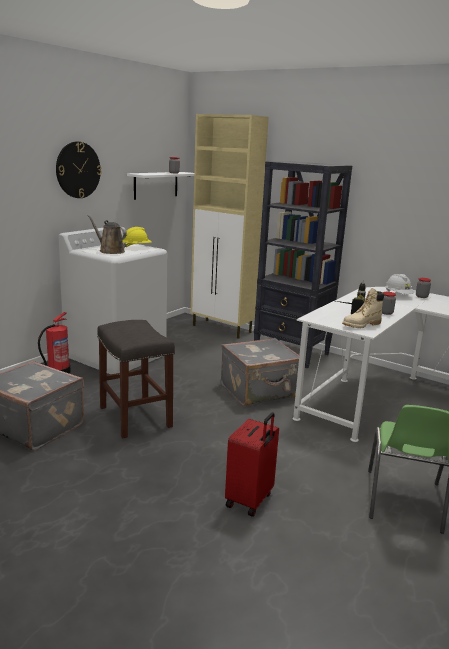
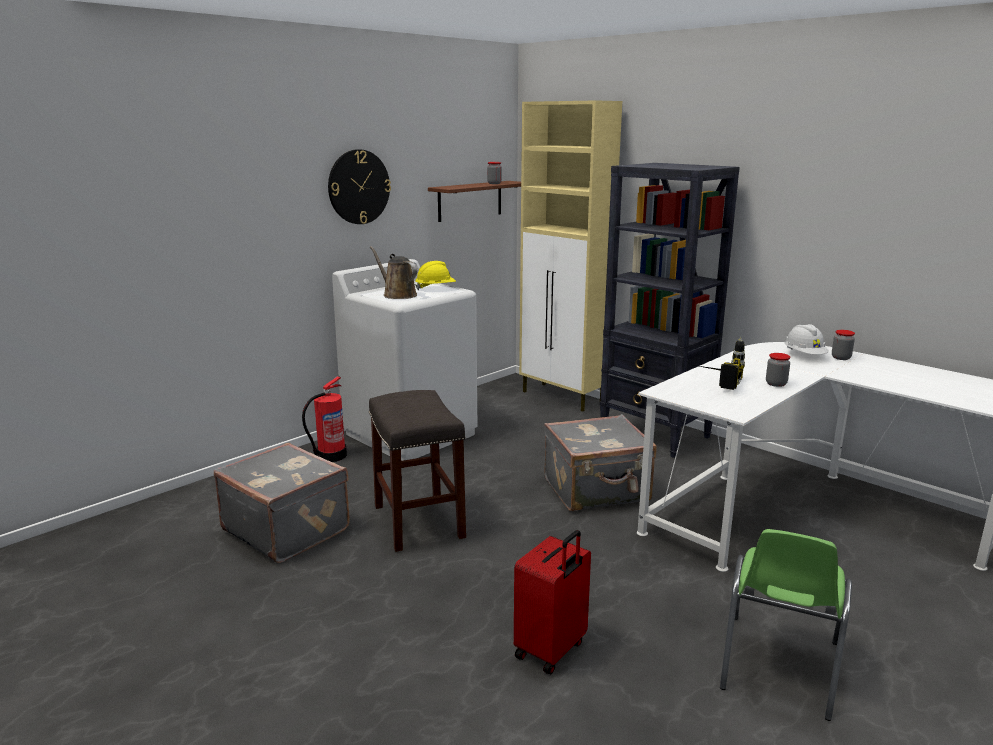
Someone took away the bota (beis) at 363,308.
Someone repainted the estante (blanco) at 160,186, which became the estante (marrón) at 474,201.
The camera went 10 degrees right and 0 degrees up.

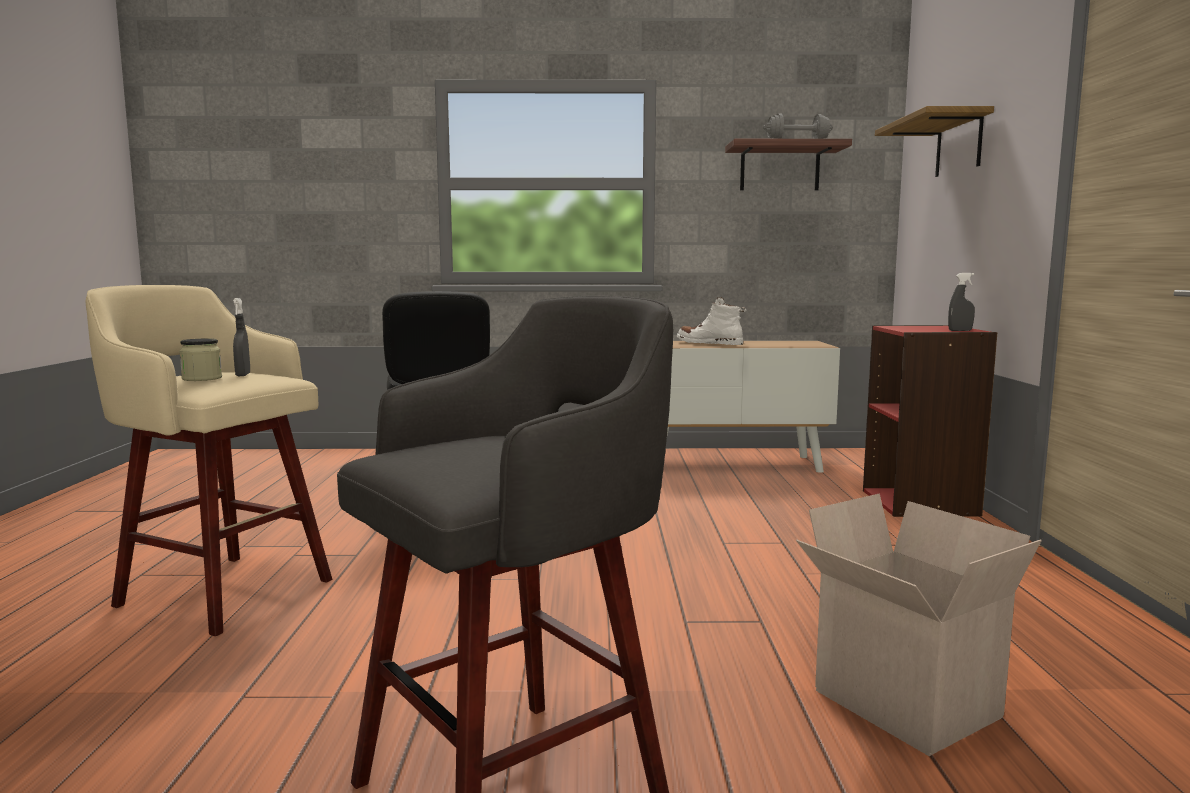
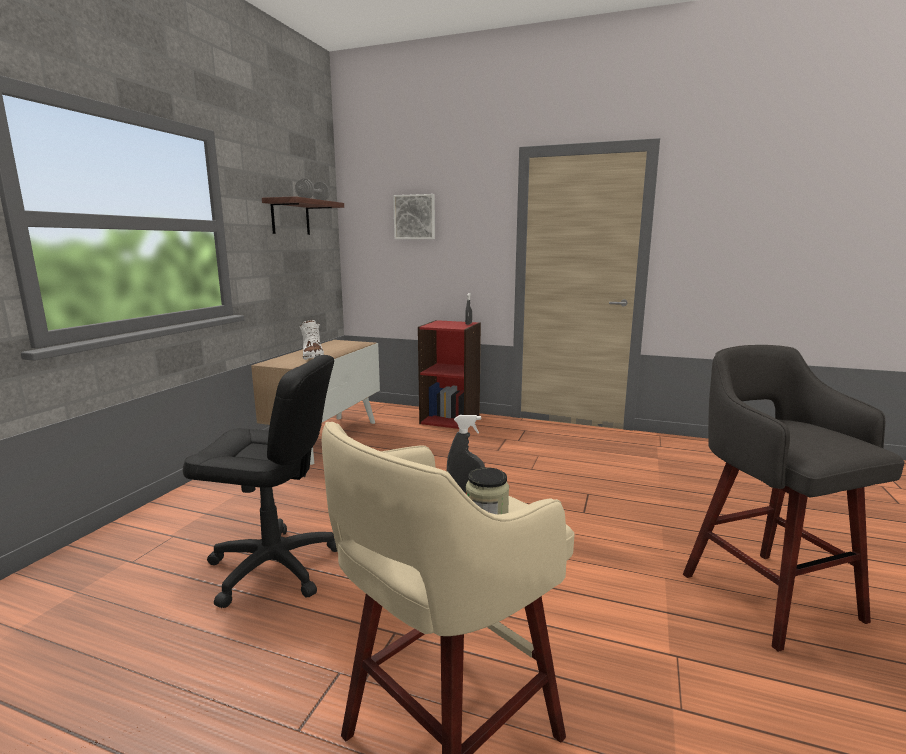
Someone took away the caja de cartón at 919,624.
Someone swapped the estante at 934,141 for the cuadro at 414,216.
Someone rotated the bota (blanco) at 712,321 by 75 degrees counterclockwise.
The camera went 70 degrees left and 5 degrees up.

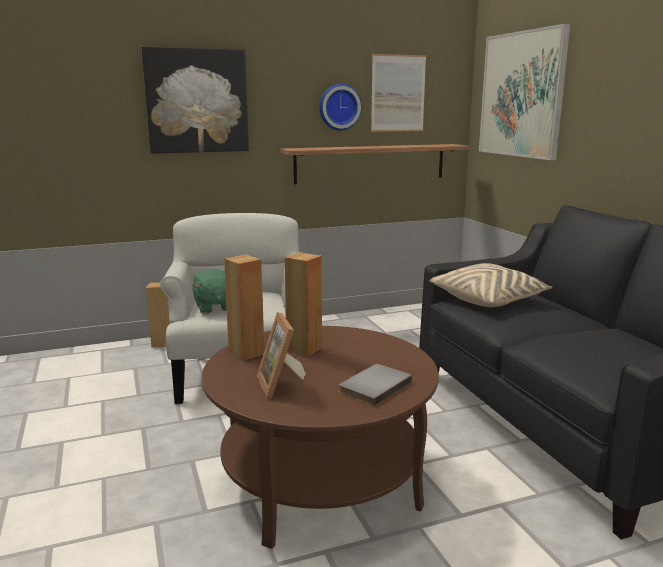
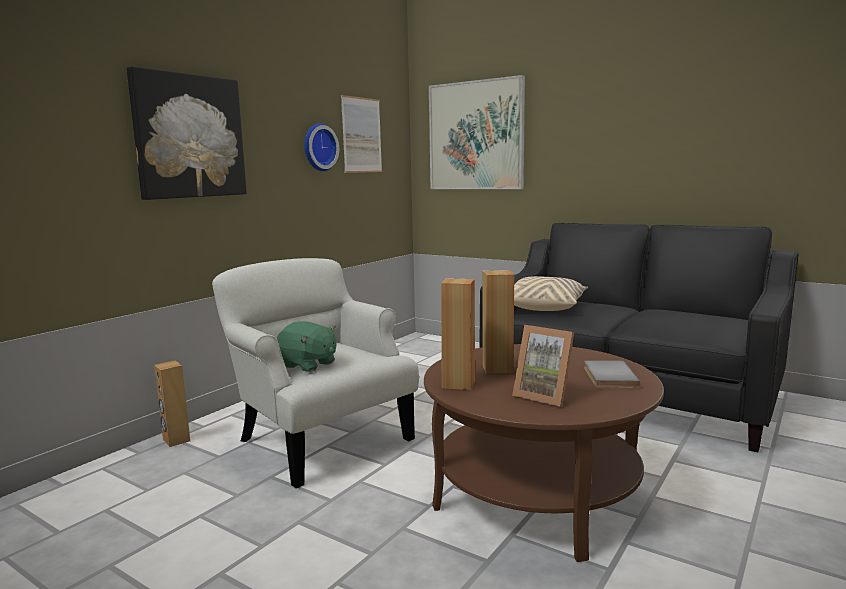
Someone took away the estante at 374,164.
The camera went 35 degrees left and 5 degrees down.

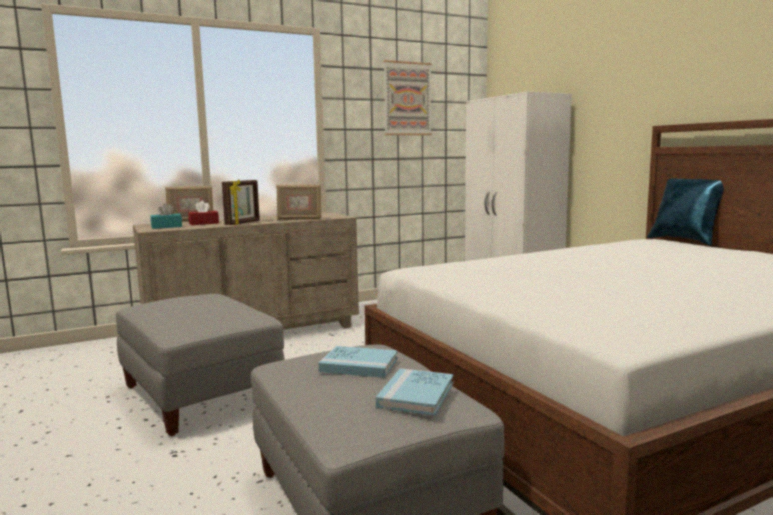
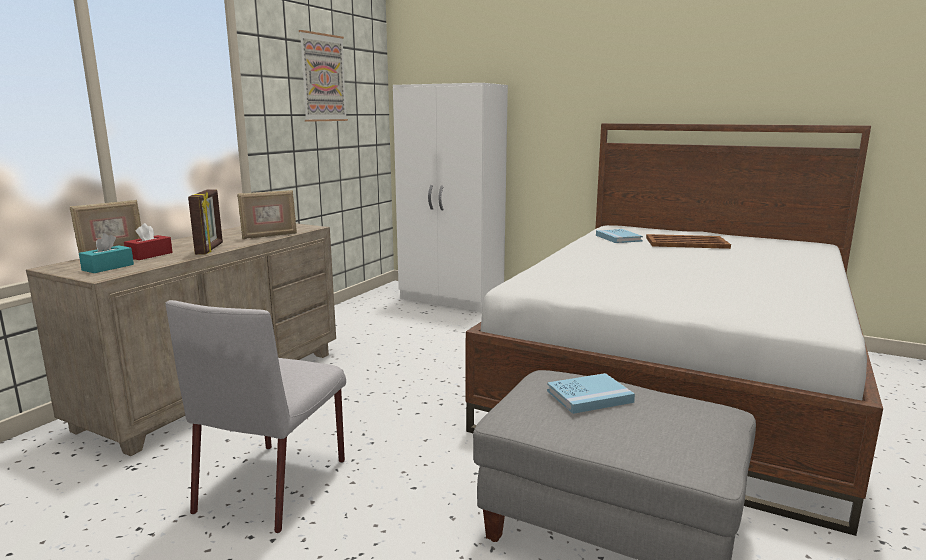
Someone took away the cojín (azul) at 685,212.
Someone put down the bandeja (marrón) at 688,241.
Someone carried the libro (azul) from 414,392 to 619,236.
Someone swapped the puf (gris) at 200,365 for the silla (gris) at 256,416.
The camera went 35 degrees left and 5 degrees up.

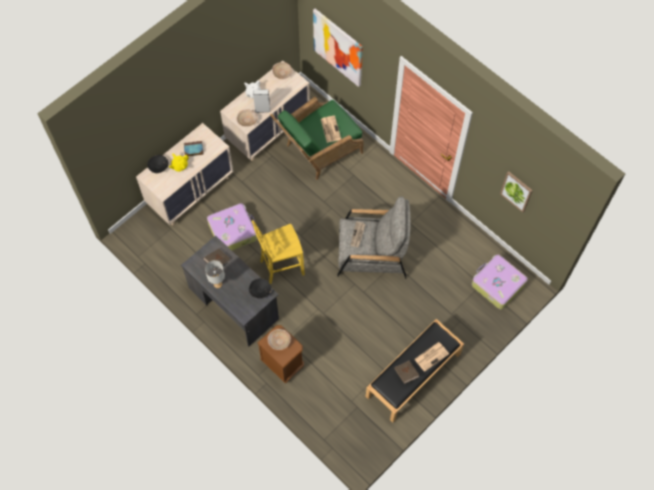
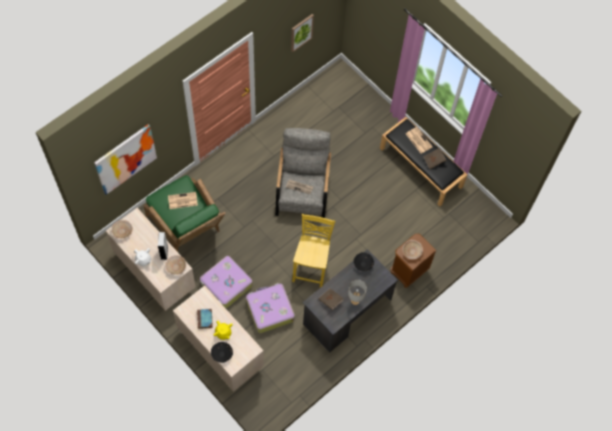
Someone carried the maleta from 500,282 to 226,282.
Someone rotated the silla (amarillo) at 278,252 by 150 degrees counterclockwise.
The camera went 90 degrees left and 0 degrees up.

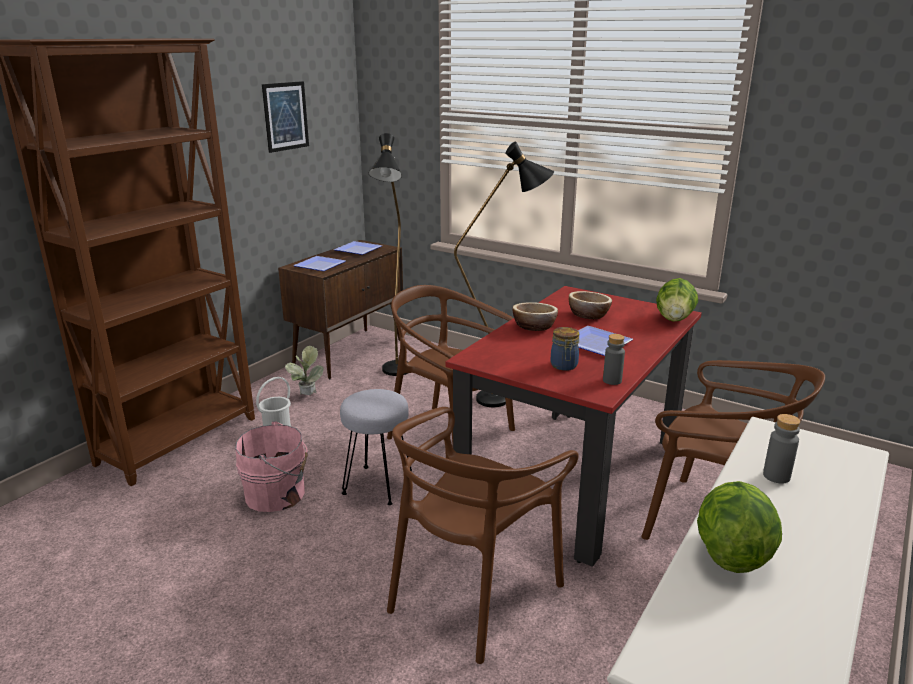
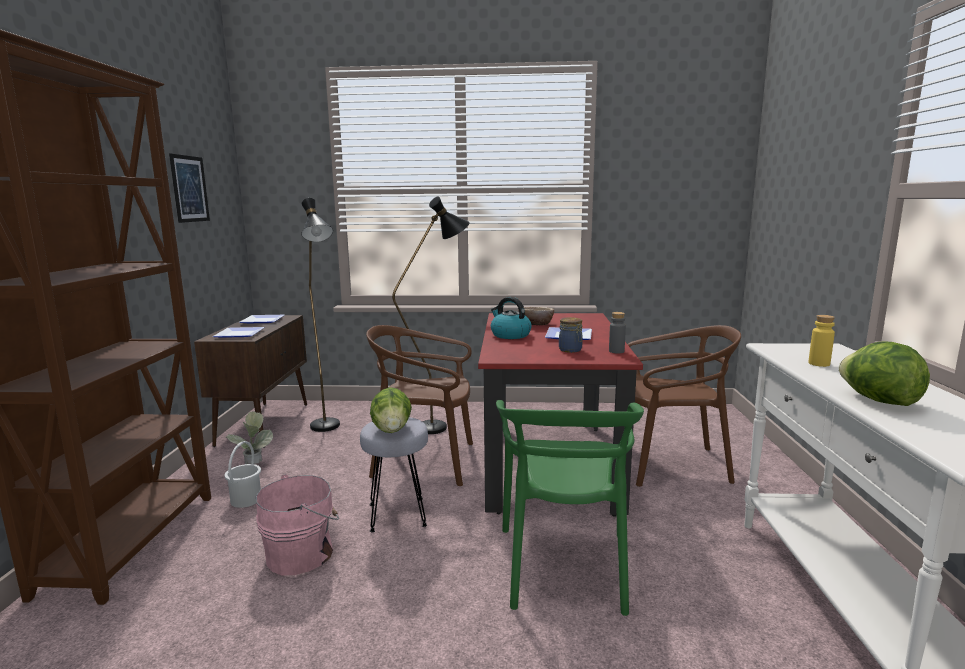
Someone carried the lechuga from 677,300 to 391,410.
Someone swapped the cuenco at 535,316 for the hervidor at 511,318.
Someone repainted the silla (marrón) at 483,535, which became the silla (verde) at 570,508.
Someone repainted the botella (gris) at 781,448, which became the botella (amarillo) at 821,341.
The camera went 30 degrees left and 10 degrees down.

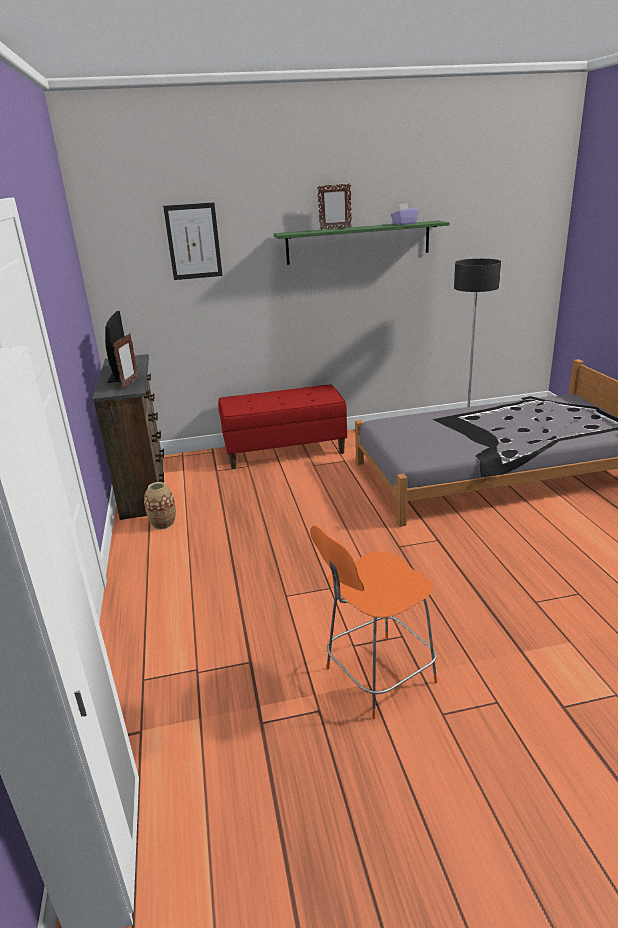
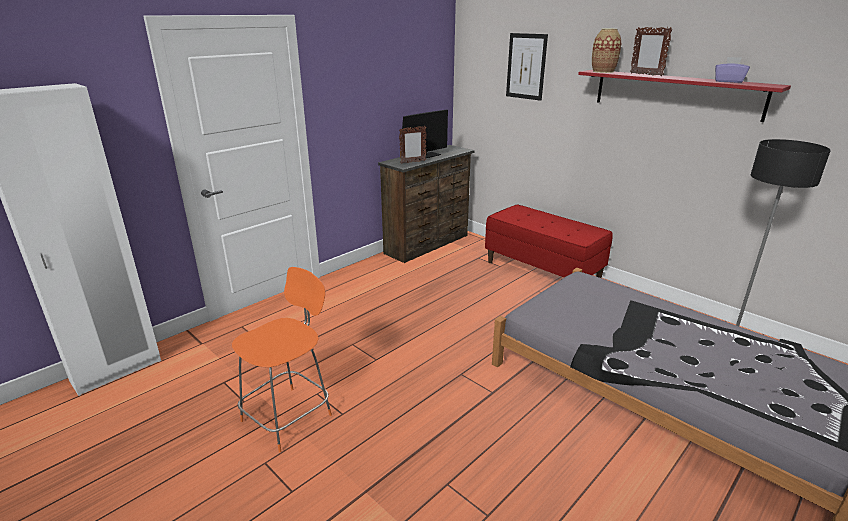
Someone carried the florero from 160,505 to 606,51.
Someone repainted the estante (verde) at 362,243, which became the estante (rojo) at 684,96.
Someone rotated the silla (naranja) at 373,622 by 105 degrees clockwise.
The camera went 55 degrees right and 0 degrees up.

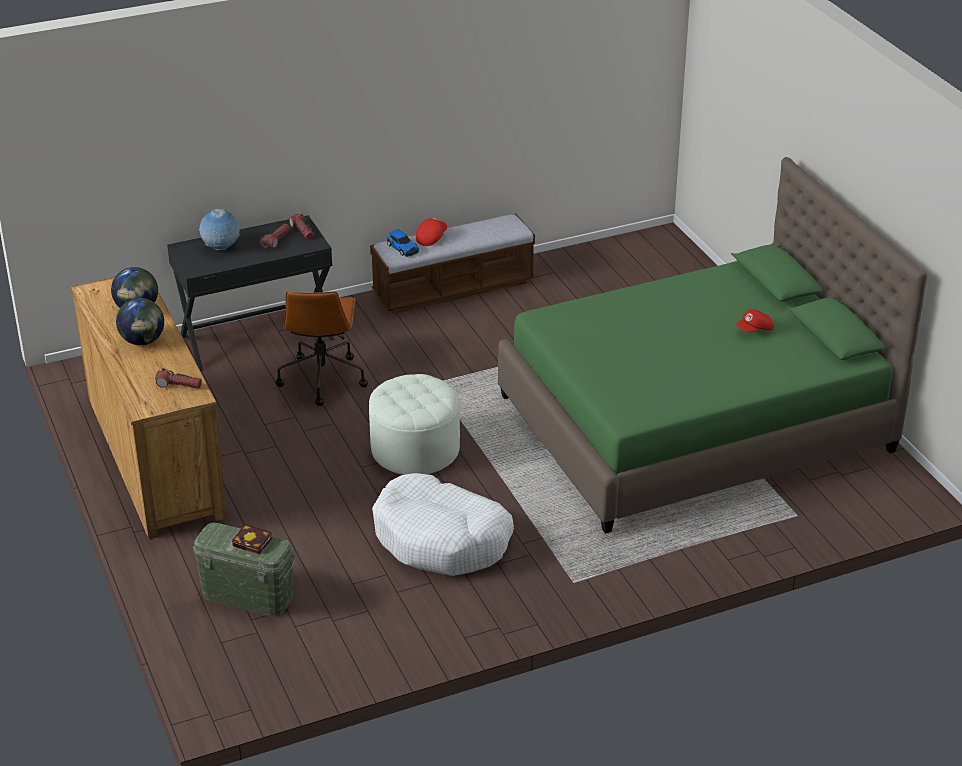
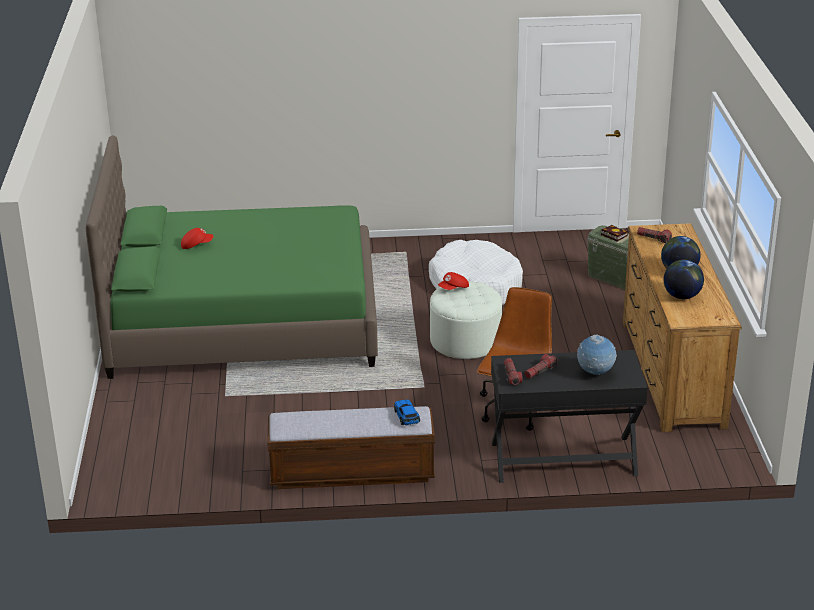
Someone carried the gorra (rojo) from 431,232 to 453,281.
The camera went 160 degrees left and 5 degrees down.

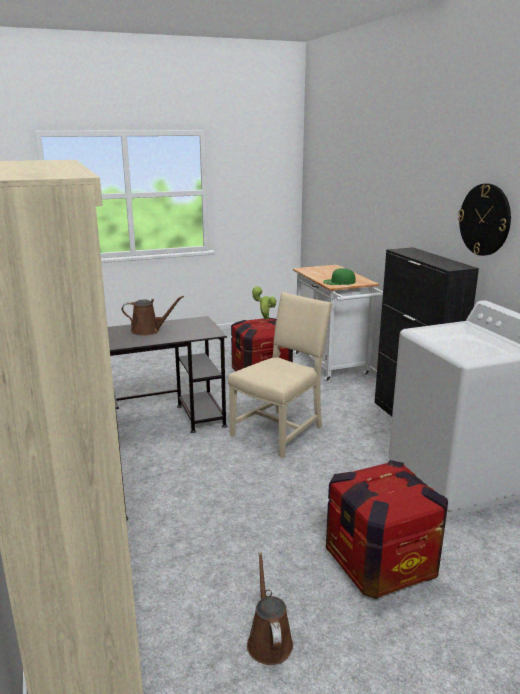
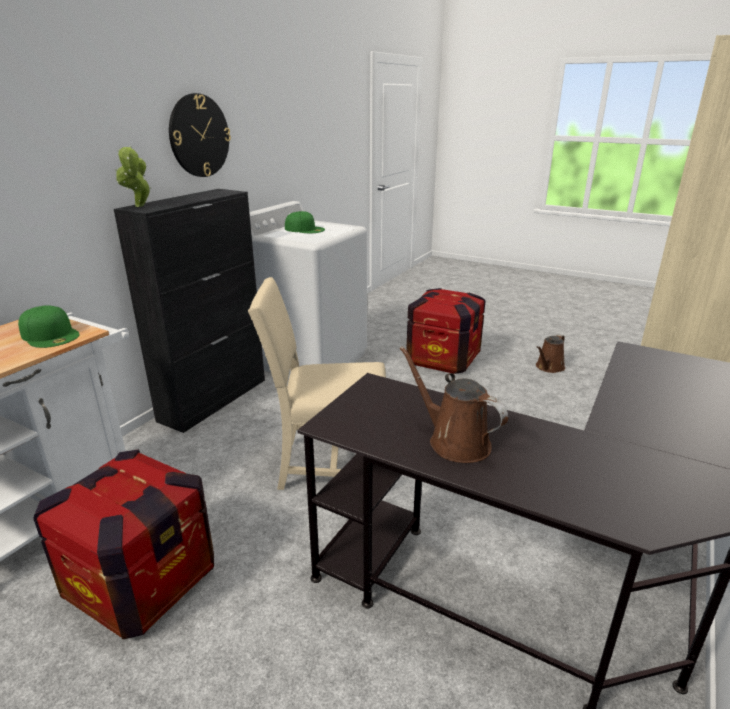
Someone put down the gorra (verde) at 305,222.
Someone carried the planta en maceta from 264,303 to 133,176.
The camera went 130 degrees left and 5 degrees up.

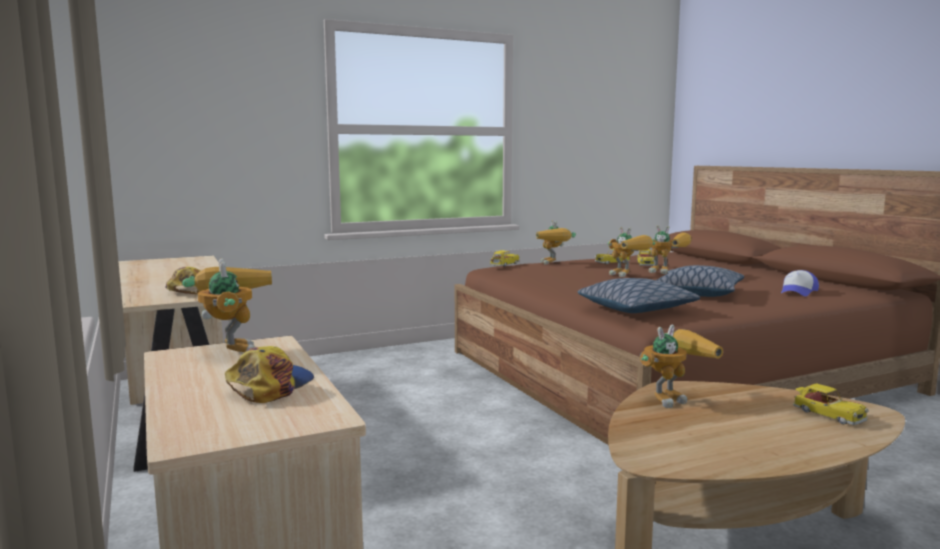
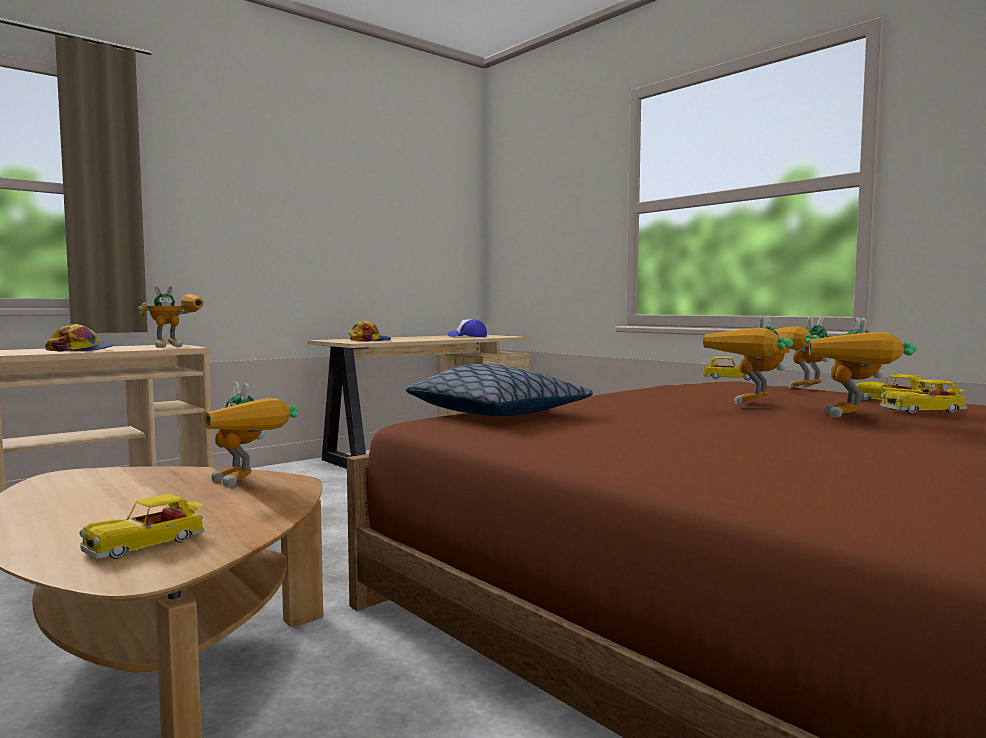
Someone took away the cojín at 700,281.
Someone carried the gorra from 800,283 to 467,328.
The camera went 75 degrees right and 5 degrees down.

